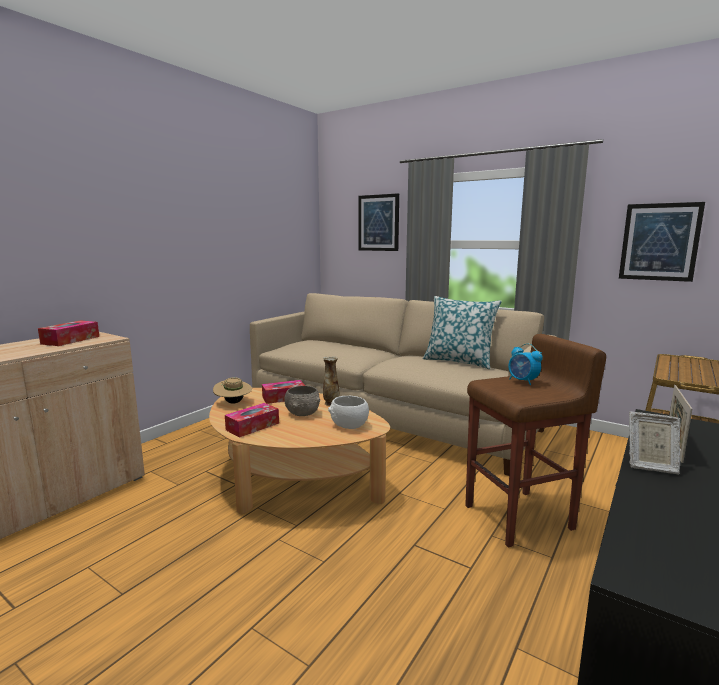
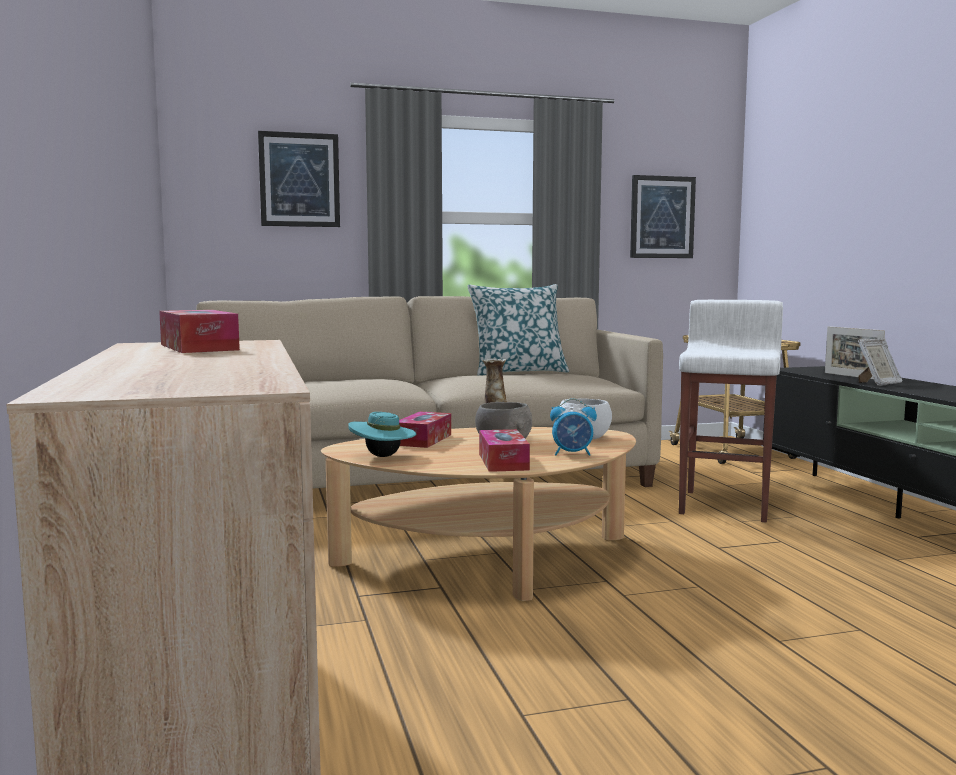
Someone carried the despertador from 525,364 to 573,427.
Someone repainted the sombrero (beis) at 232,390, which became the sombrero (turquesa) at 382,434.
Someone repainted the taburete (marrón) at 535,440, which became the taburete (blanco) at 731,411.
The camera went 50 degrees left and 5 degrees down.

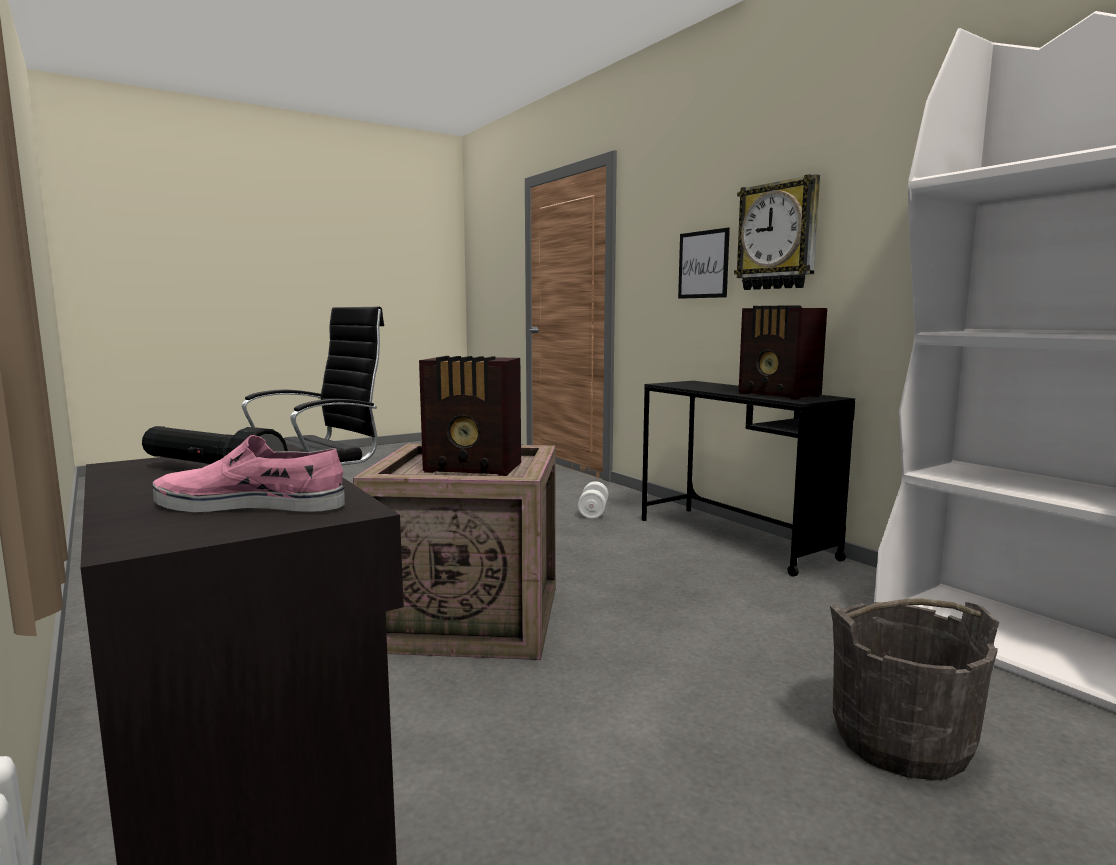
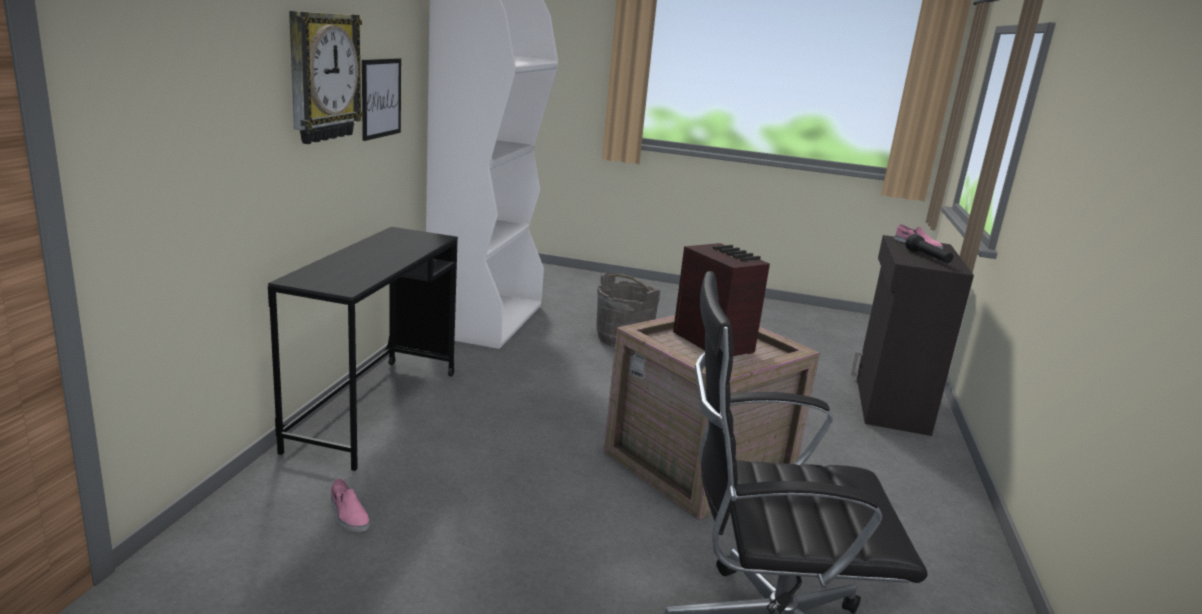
Someone took away the radio at 783,352.
Someone carried the cuadro from 704,263 to 381,99.
Someone swapped the mancuerna (blanco) at 593,500 for the zapato (rosa) at 350,505.
The camera went 135 degrees left and 10 degrees up.

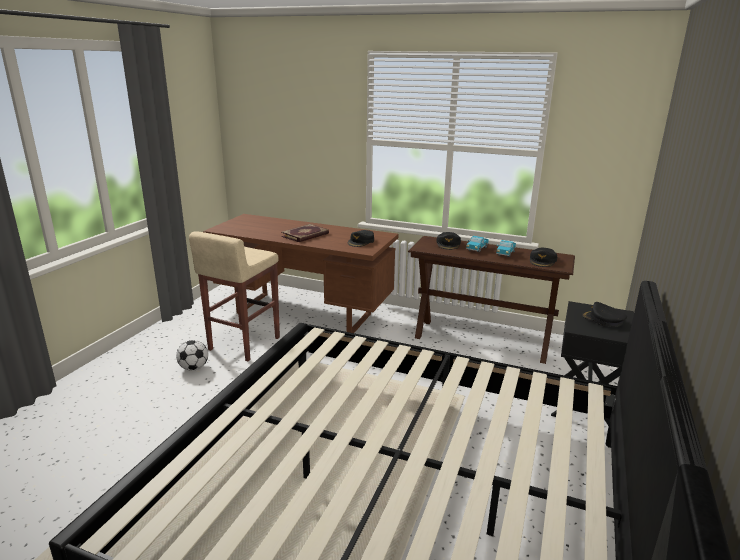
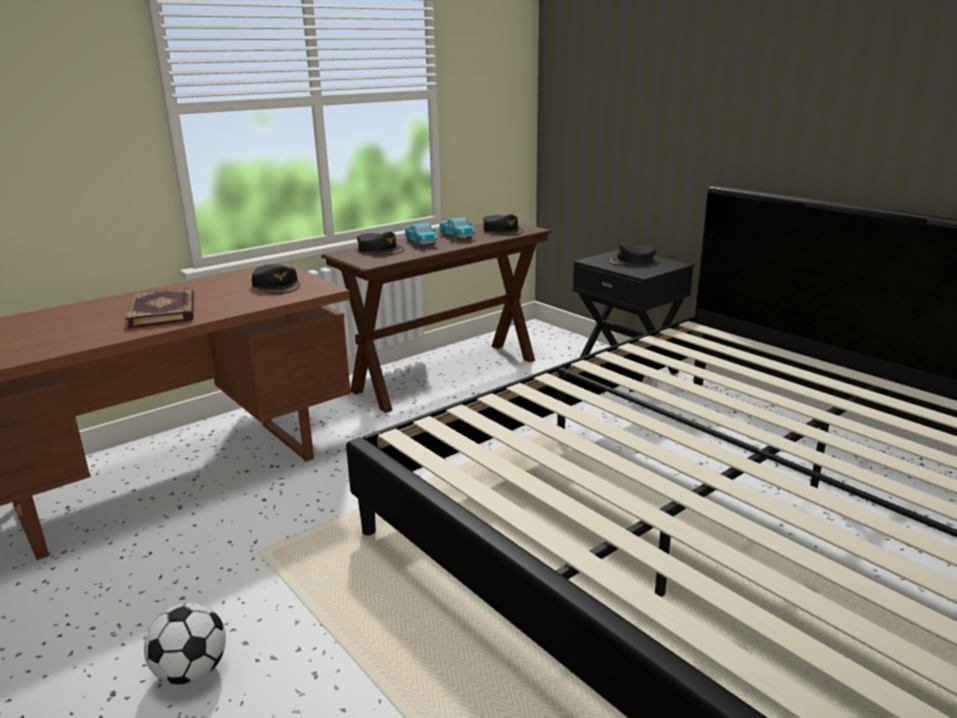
Someone took away the taburete (beis) at 234,296.
The camera went 60 degrees left and 0 degrees up.

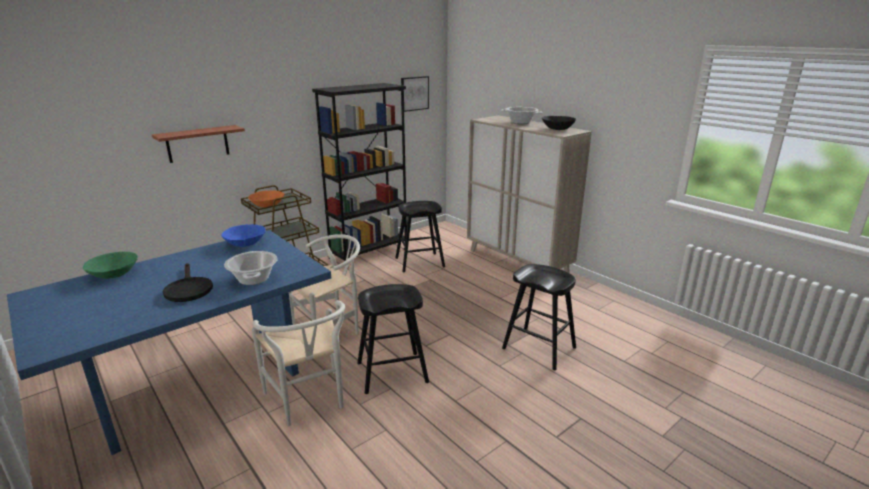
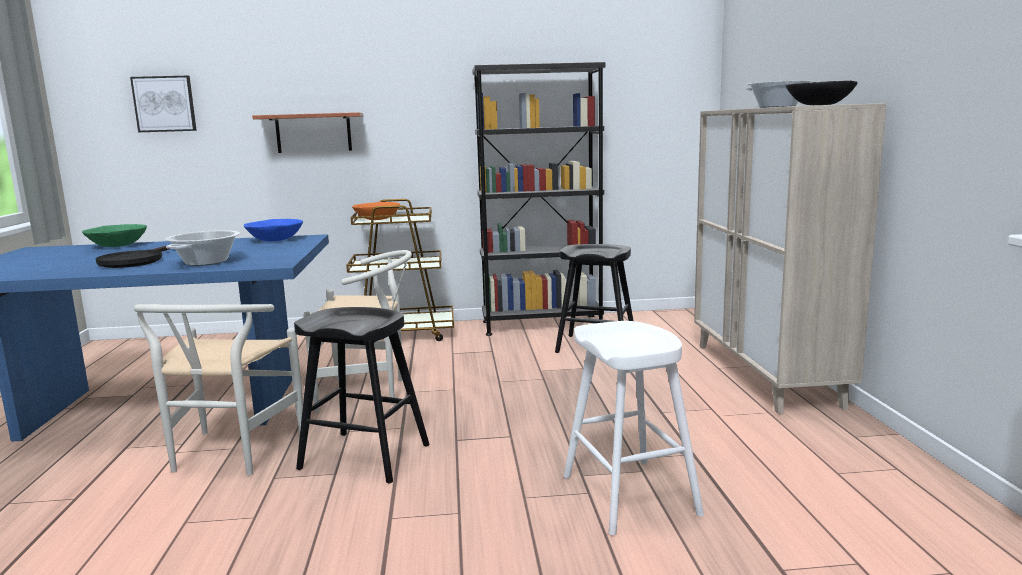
Someone carried the cuadro from 415,94 to 163,104.
Someone repainted the taburete (negro) at 539,317, which became the taburete (blanco) at 633,428.
The camera went 35 degrees right and 10 degrees down.

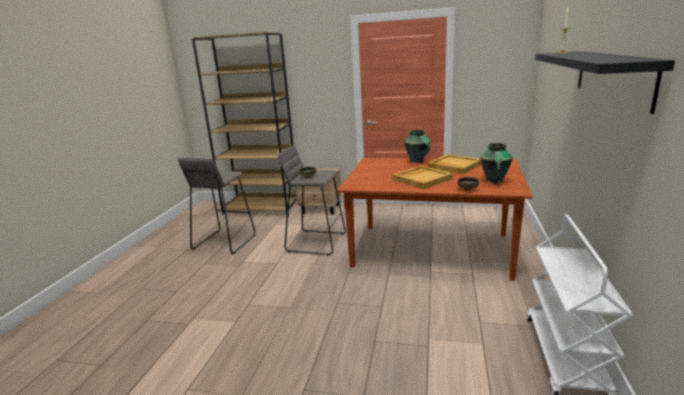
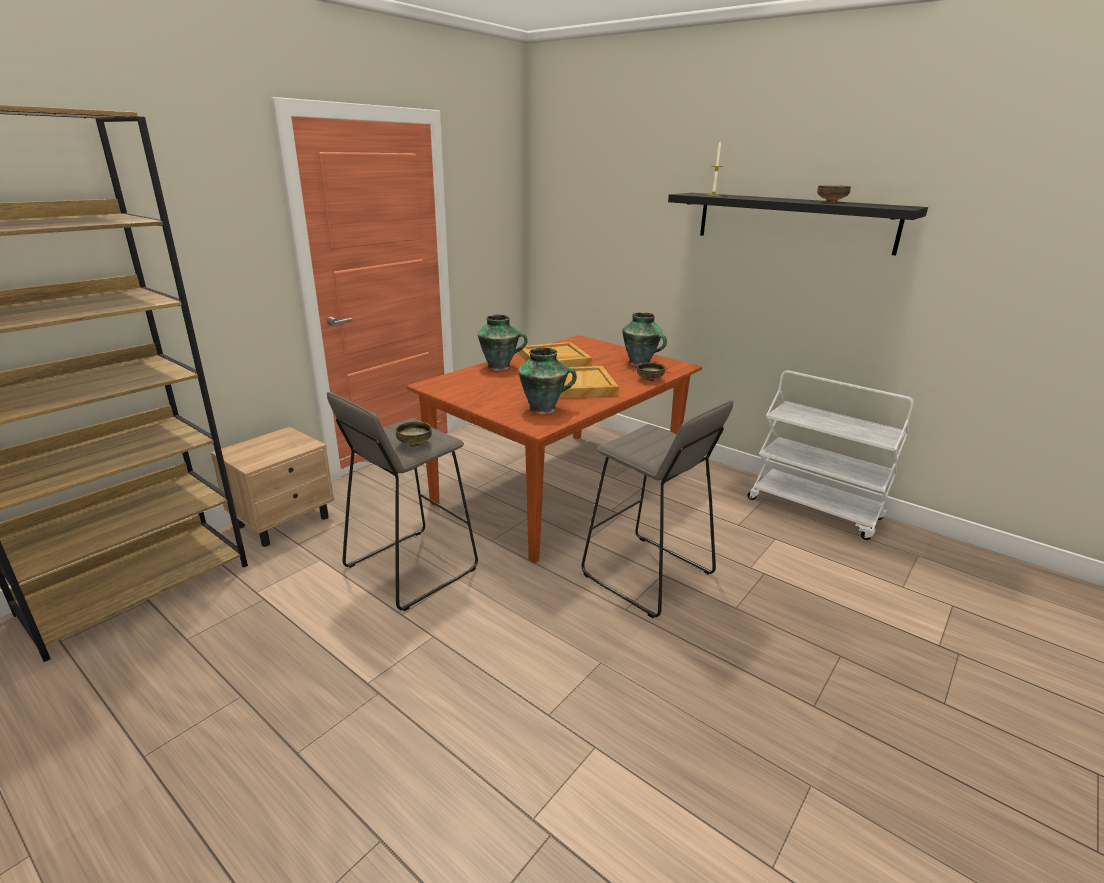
Someone put down the florero at 547,380.
Someone put down the cuenco at 834,194.
Someone carried the taburete (gris) from 217,206 to 657,509.
The camera went 65 degrees left and 5 degrees up.

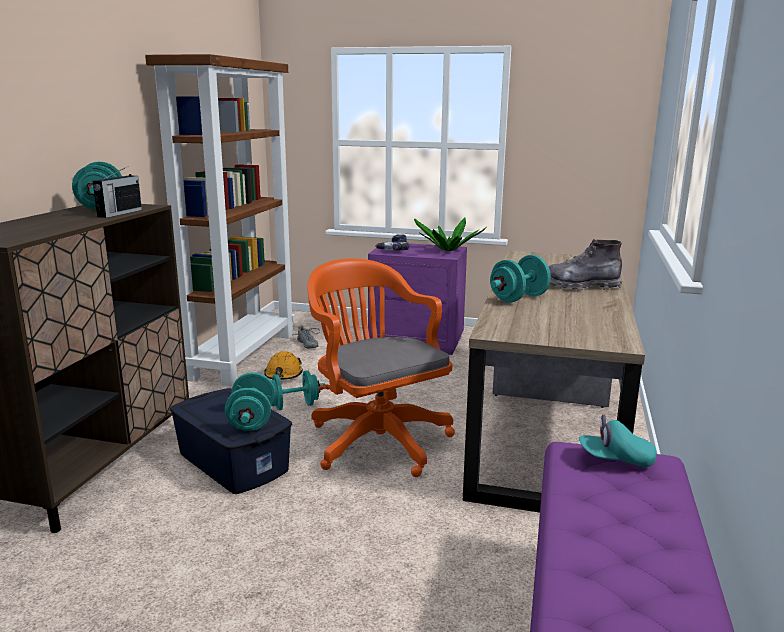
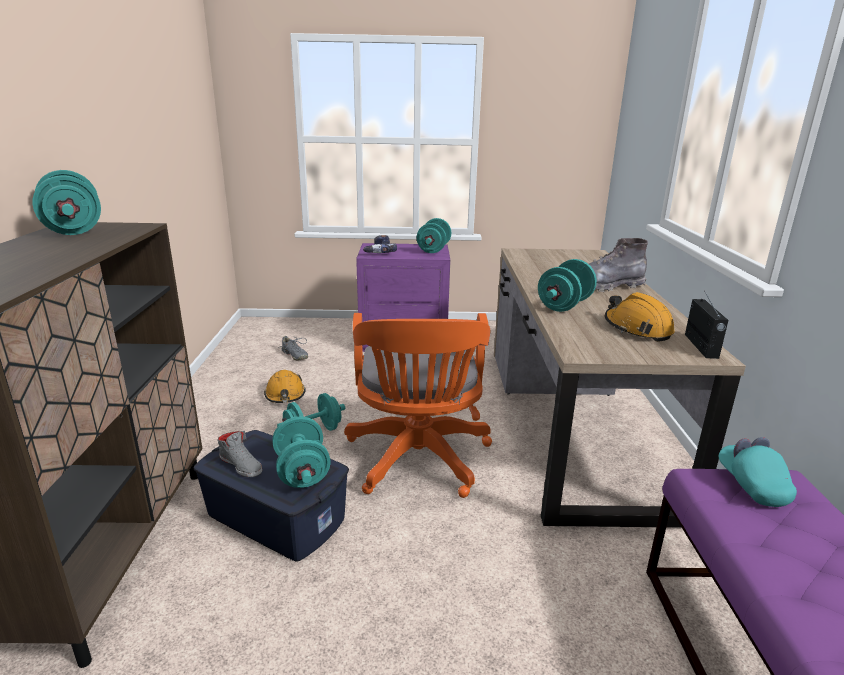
Someone took away the estantería (marrón) at 220,220.
Someone put down the zapato (gris) at 239,454.
Someone put down the casco (naranja) at 640,317.
Someone carried the radio from 117,192 to 707,325.
Someone swapped the planta en maceta at 450,234 for the mancuerna (turquesa) at 434,235.
Someone rotated the silla de oficina (naranja) at 381,367 by 135 degrees counterclockwise.
Someone rotated the gorra (turquesa) at 618,441 by 90 degrees clockwise.
The camera went 15 degrees left and 5 degrees up.

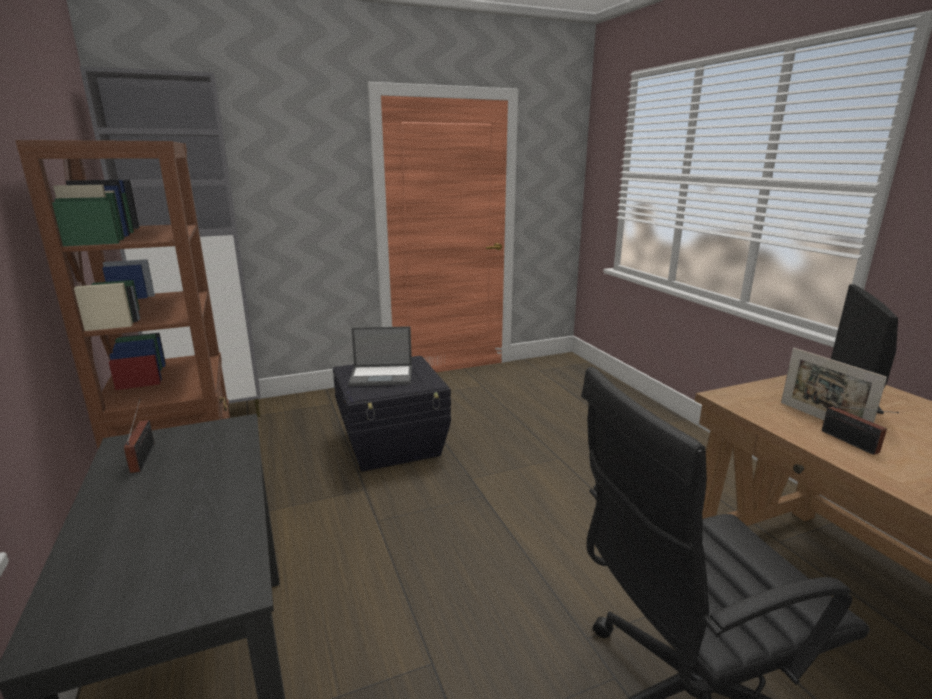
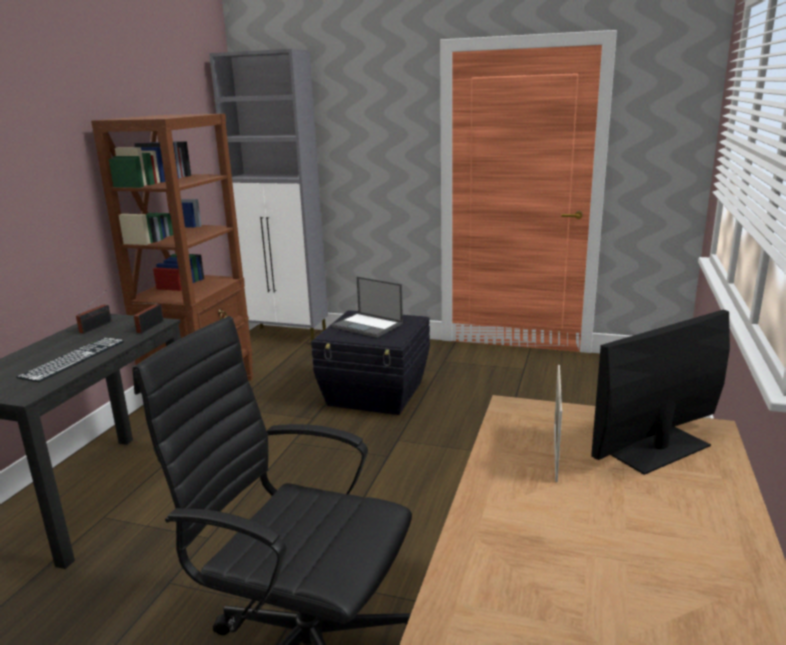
Someone put down the teclado at 70,360.
Someone carried the radio from 860,430 to 148,318.
The camera went 40 degrees right and 0 degrees up.

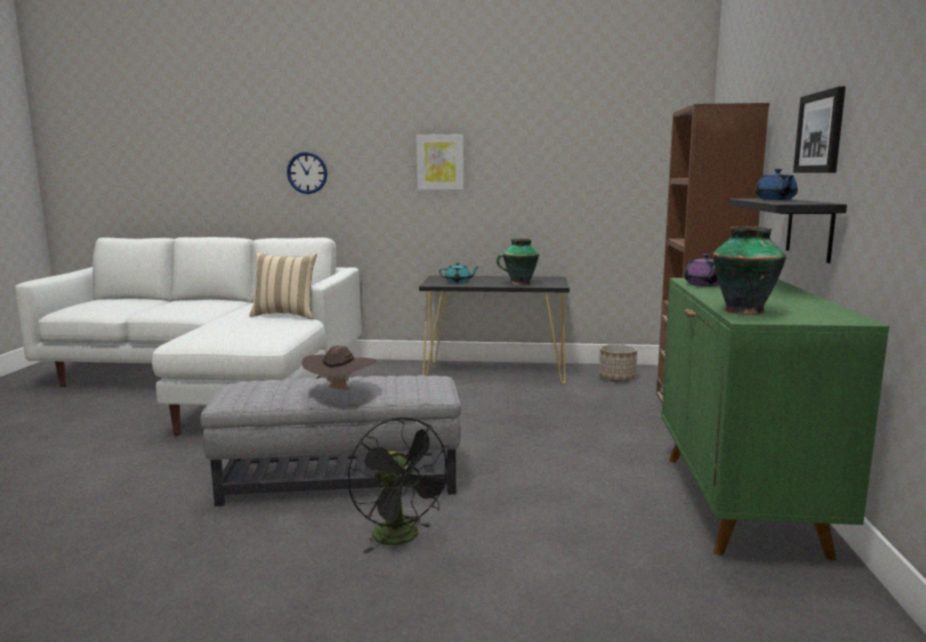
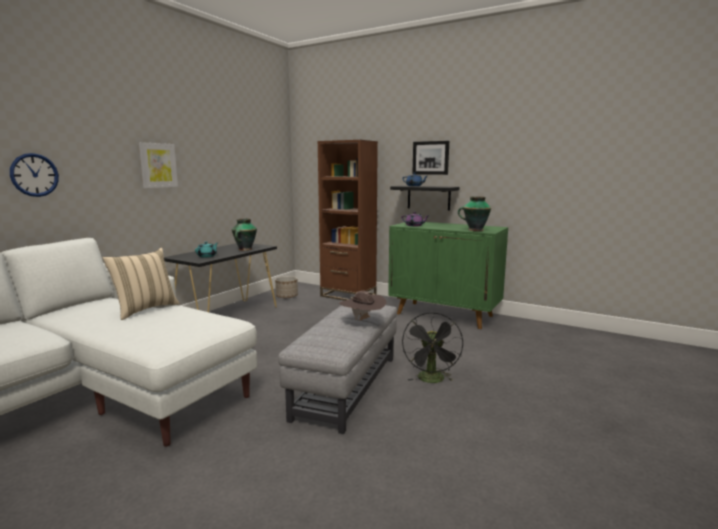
Someone rotated the ventilador (negro) at 401,485 by 105 degrees clockwise.
The camera went 65 degrees left and 0 degrees up.

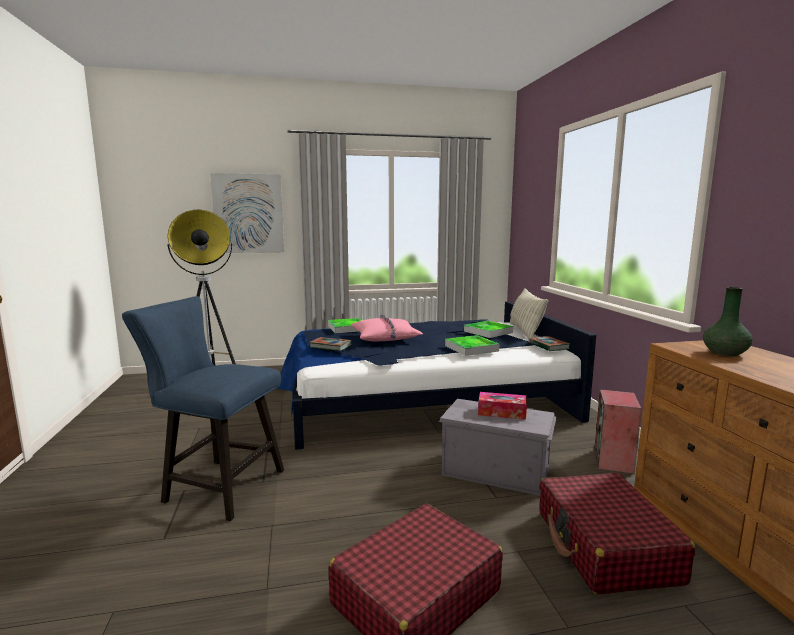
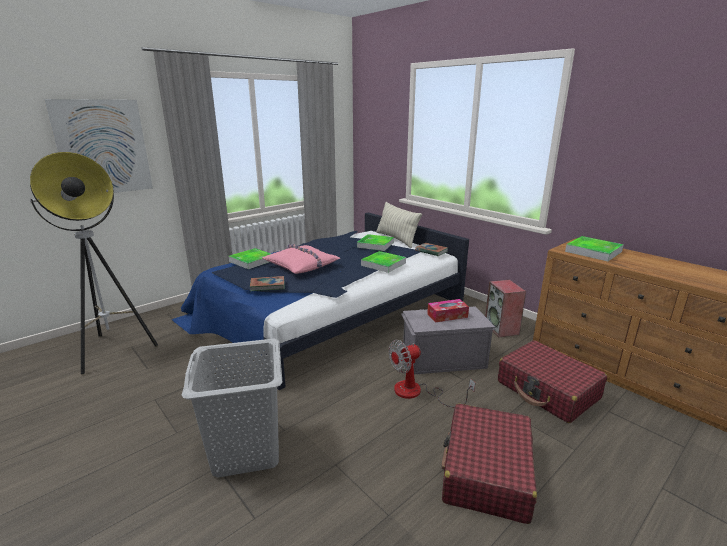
Someone put down the ventilador at 432,373.
Someone swapped the silla (azul) at 203,408 for the cesto de la ropa (gris) at 232,408.
Someone swapped the florero (verde) at 728,321 for the bandeja at 594,248.
The camera went 30 degrees left and 10 degrees up.

